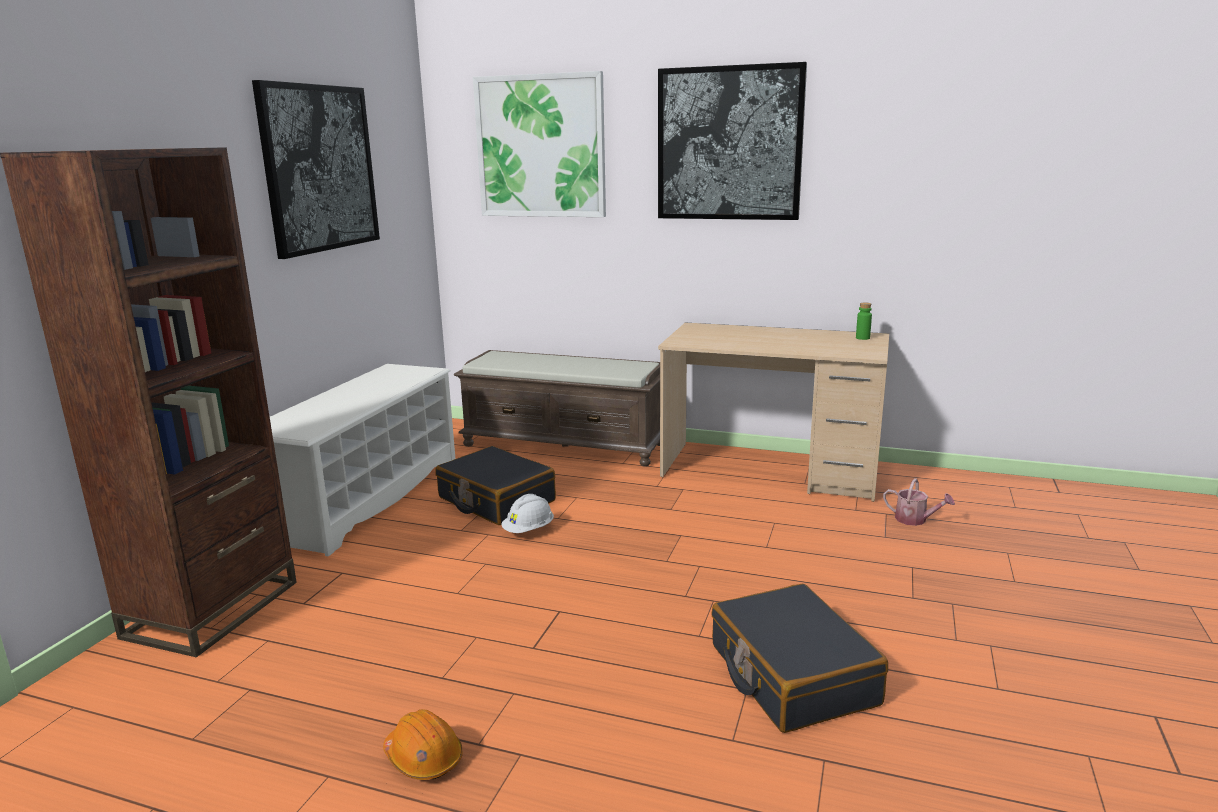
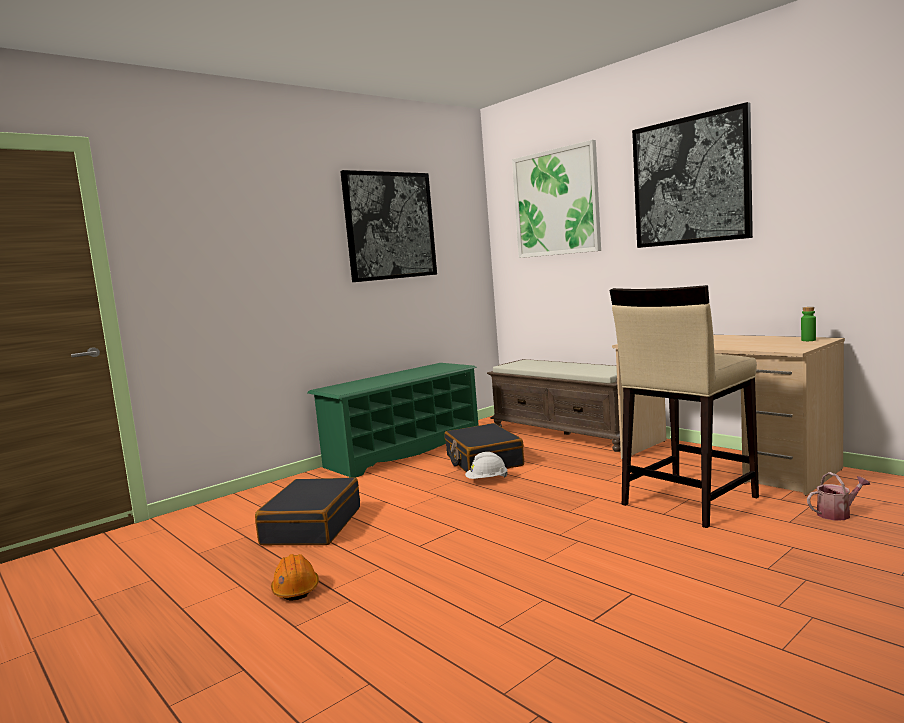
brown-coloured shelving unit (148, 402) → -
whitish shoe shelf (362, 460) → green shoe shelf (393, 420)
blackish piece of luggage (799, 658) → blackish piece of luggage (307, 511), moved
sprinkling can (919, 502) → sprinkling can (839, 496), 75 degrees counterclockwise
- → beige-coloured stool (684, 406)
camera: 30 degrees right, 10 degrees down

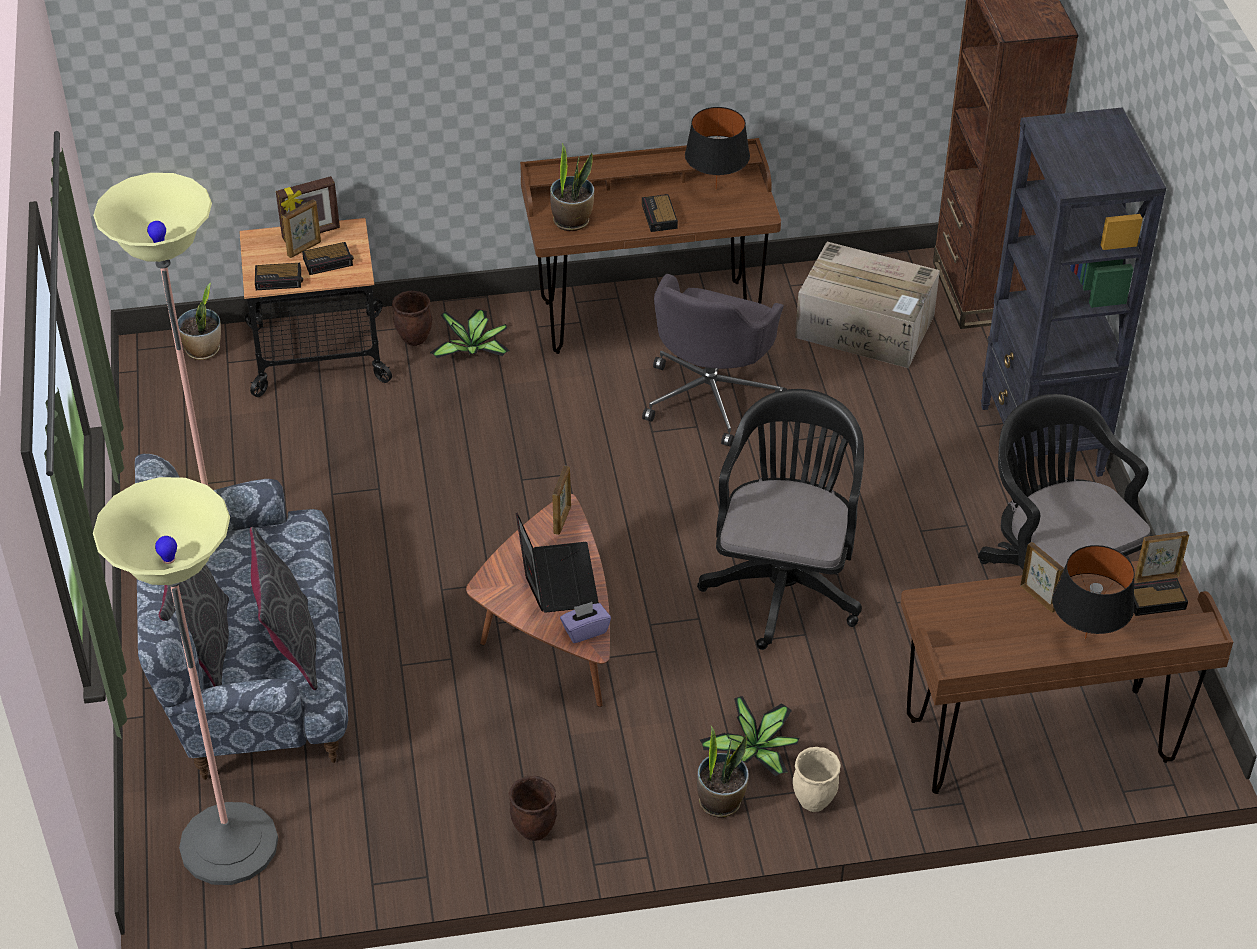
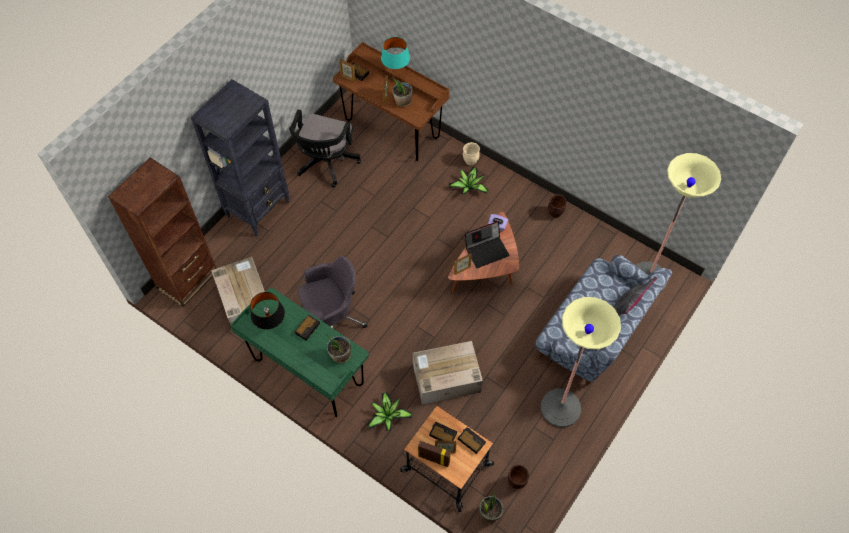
greyish pillow (283, 608) → -
brown-coloured planter (412, 318) → brown-coloured planter (518, 477), moved
notebook computer (557, 563) → notebook computer (487, 244), 150 degrees counterclockwise
brown-coloured desk unit (650, 246) → green desk unit (299, 352)
blackish desk chair (780, 519) → -
plant in a pot (723, 771) → plant in a pot (402, 91), moved
blackish lamp for a table (1093, 592) → turquoise lamp for a table (395, 53)
- → packing box (448, 373)
camera: 135 degrees left, 15 degrees up

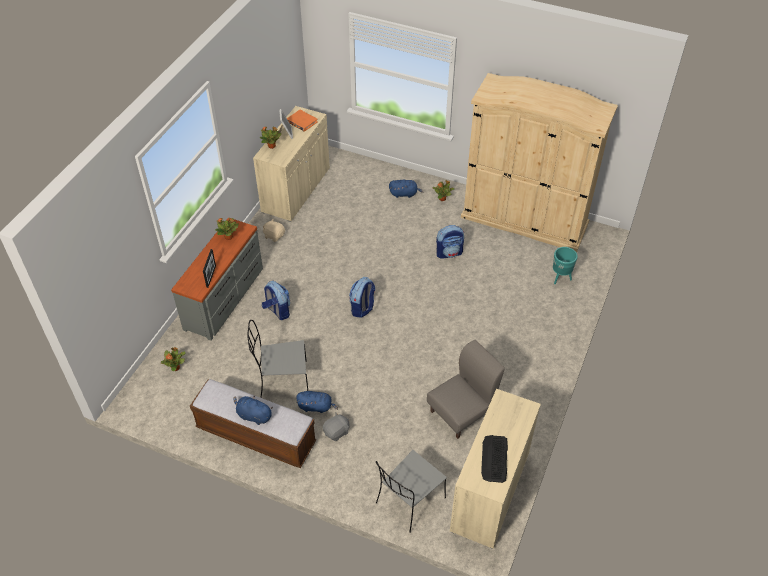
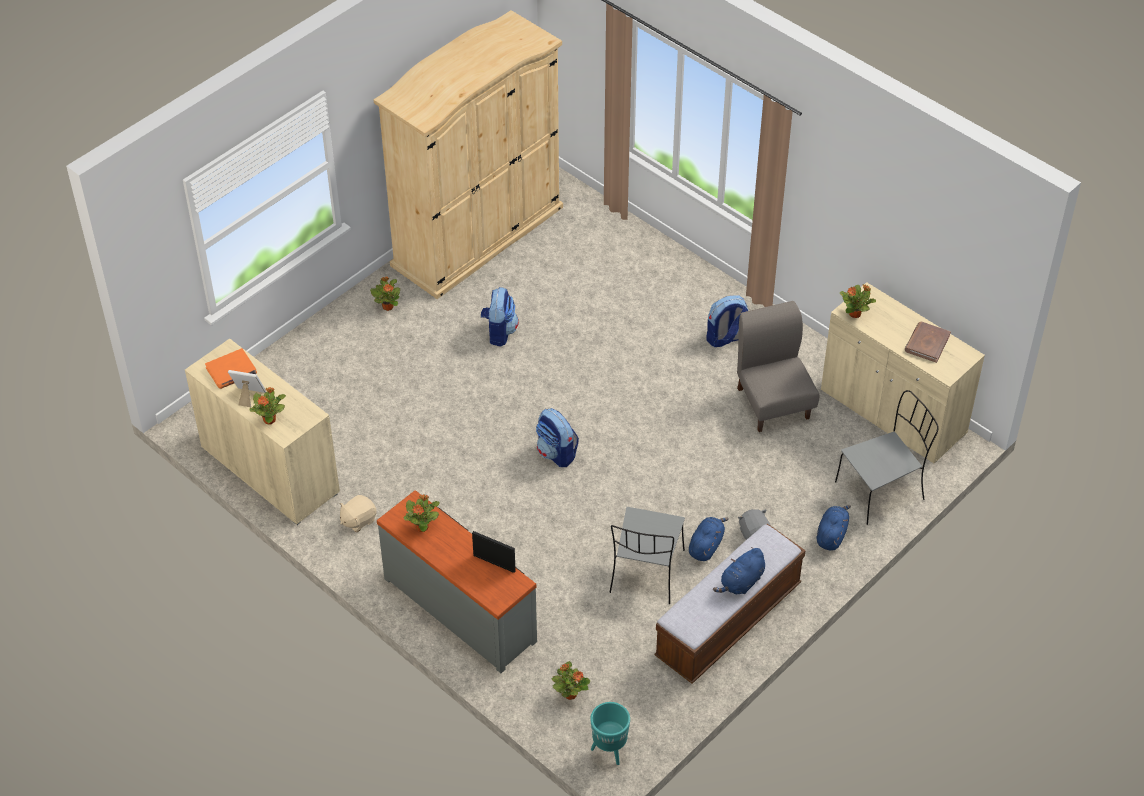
knapsack (276, 300) → knapsack (727, 321), moved
greyish chair (411, 491) → greyish chair (887, 457), 90 degrees counterclockwise
blue soft toy (406, 188) → blue soft toy (833, 528), moved
PC keyboard (494, 459) → brown-coloured book (928, 342)
turquoise planter (565, 265) → turquoise planter (610, 733), moved
- → plant in a pot (857, 301)
camera: 70 degrees left, 0 degrees up

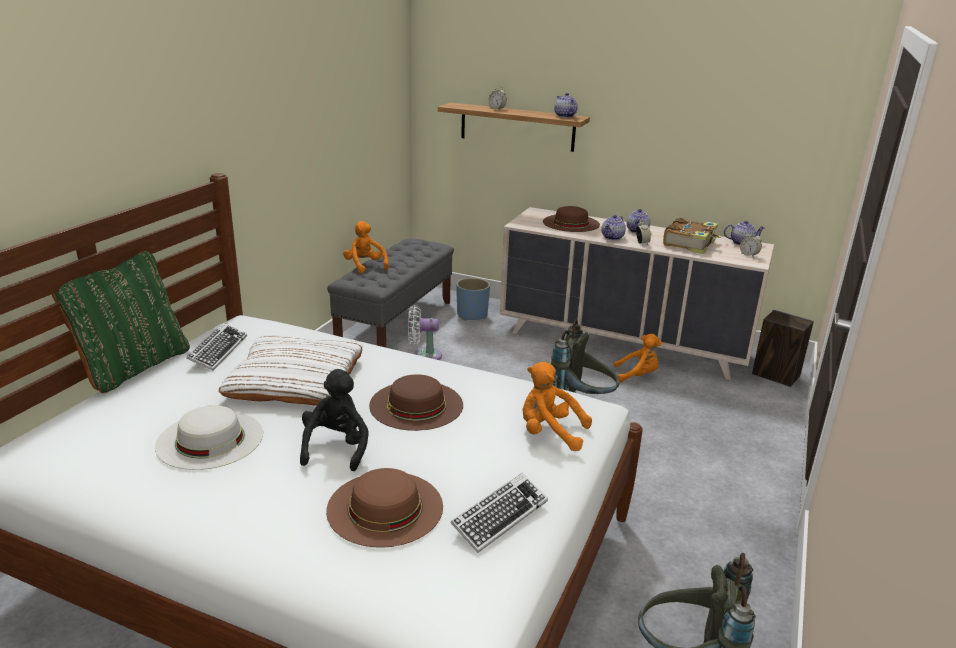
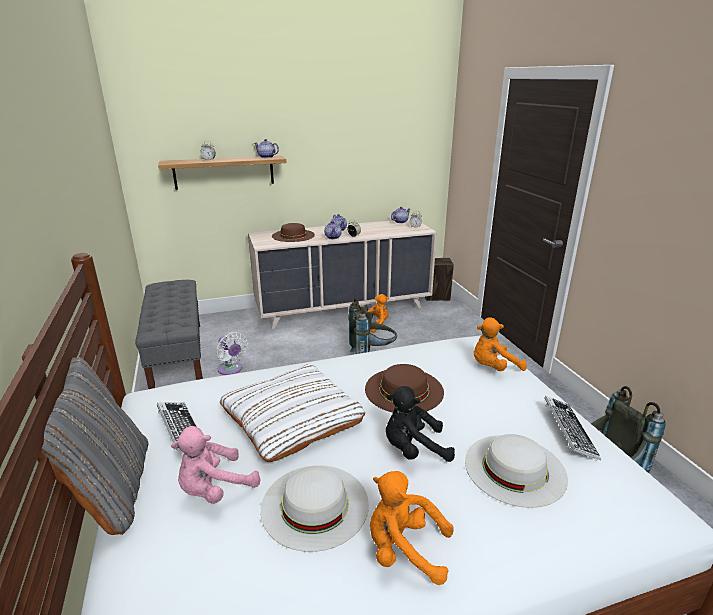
green pillow (121, 322) → greyish pillow (92, 446)
blackish soft toy (334, 420) → blackish soft toy (420, 424), 60 degrees counterclockwise
brown-coloured hat (384, 508) → whitish hat (516, 471)
orange soft toy (366, 247) → orange soft toy (412, 528), moved
whitish cooling fan (425, 332) → whitish cooling fan (232, 353), 90 degrees counterclockwise
blue planter (473, 299) → -
book (692, 236) → -
- → pink-coloured soft toy (215, 465)
camera: 40 degrees left, 0 degrees up

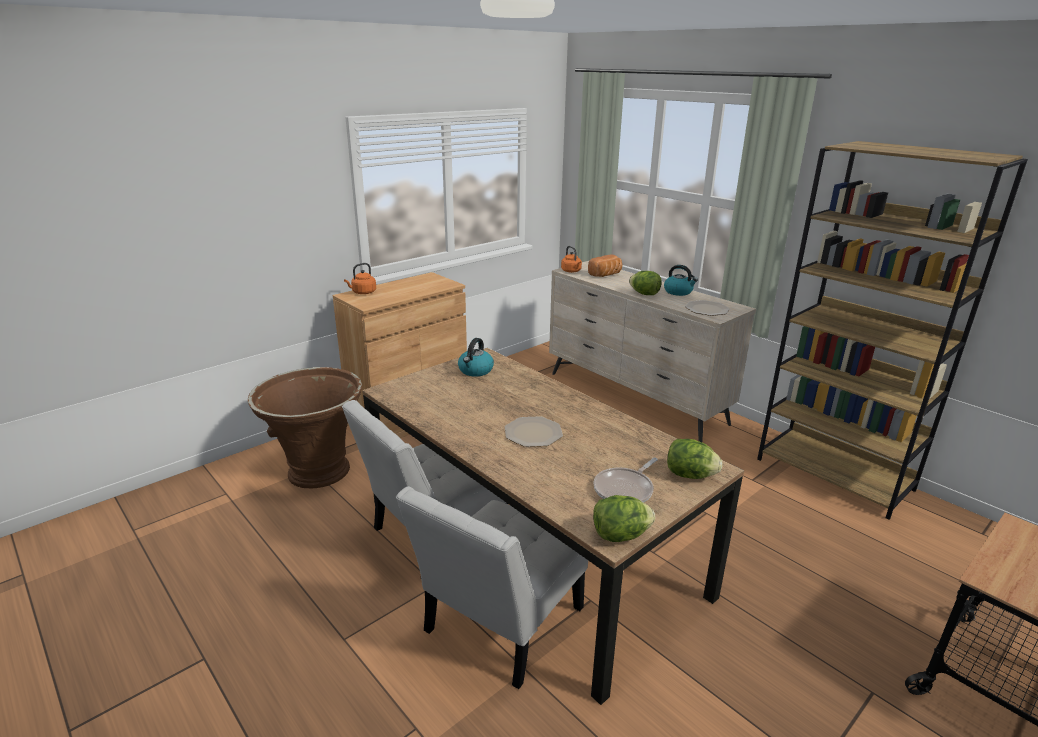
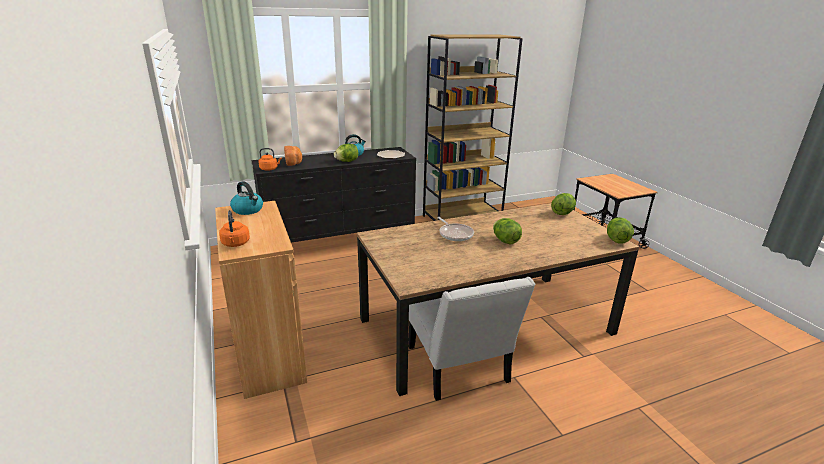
brown-coloured planter (305, 427) → -
whitish chair (492, 587) → -
water kettle (476, 357) → water kettle (246, 198), moved
plate (534, 431) → head of lettuce (507, 231)
beige-coloured dresser (652, 351) → blackish dresser (333, 195)
skillet (626, 480) → skillet (455, 229), moved
camera: 70 degrees left, 0 degrees up

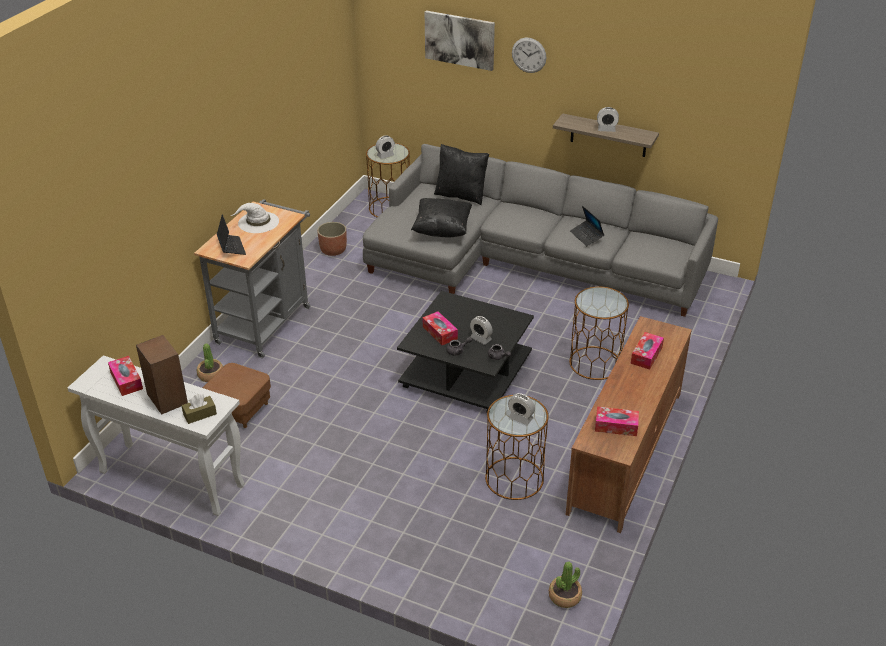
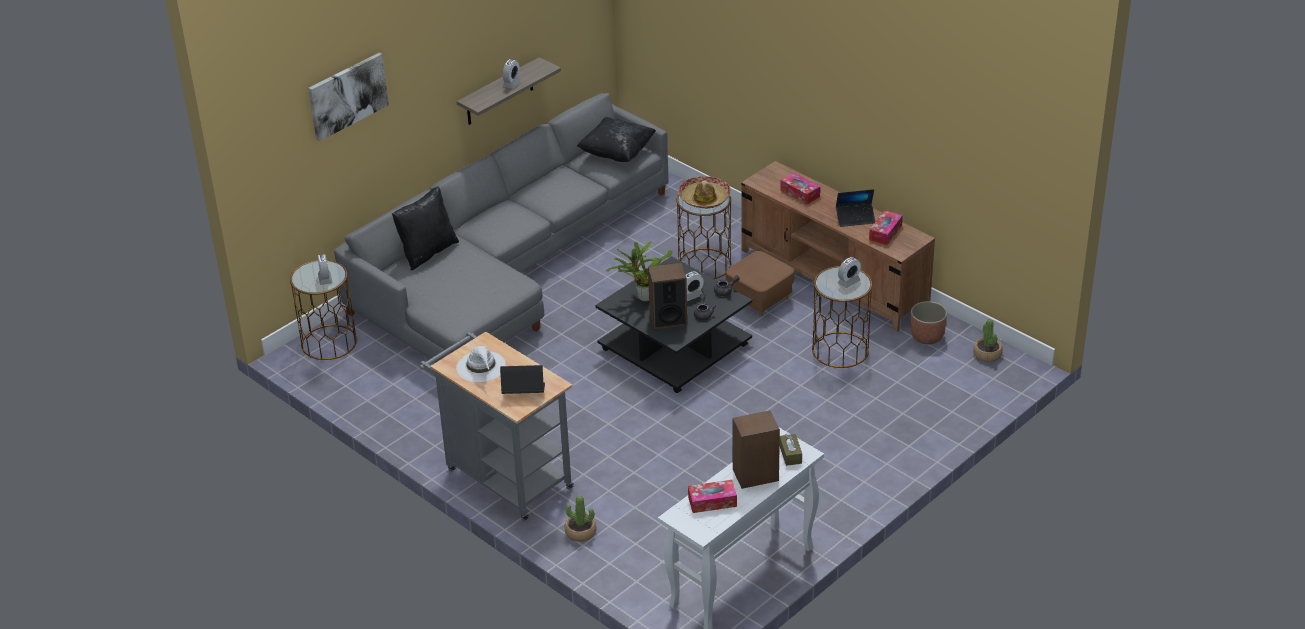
brown-coloured footrest (237, 395) → brown-coloured footrest (760, 283), moved
planter (332, 239) → planter (929, 322), moved
blackish pillow (441, 218) → blackish pillow (616, 139), moved
tissue box (440, 328) → speaker (667, 296)
hanging clock (529, 55) → -
notebook computer (587, 226) → notebook computer (856, 208), moved
- → plant in a pot (639, 272)
- → hat (704, 192)
camera: 70 degrees left, 0 degrees up

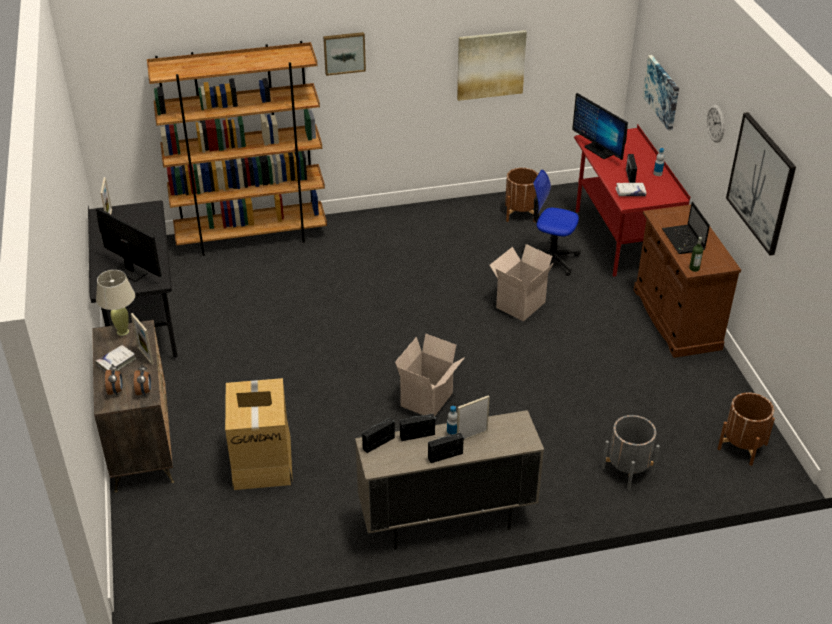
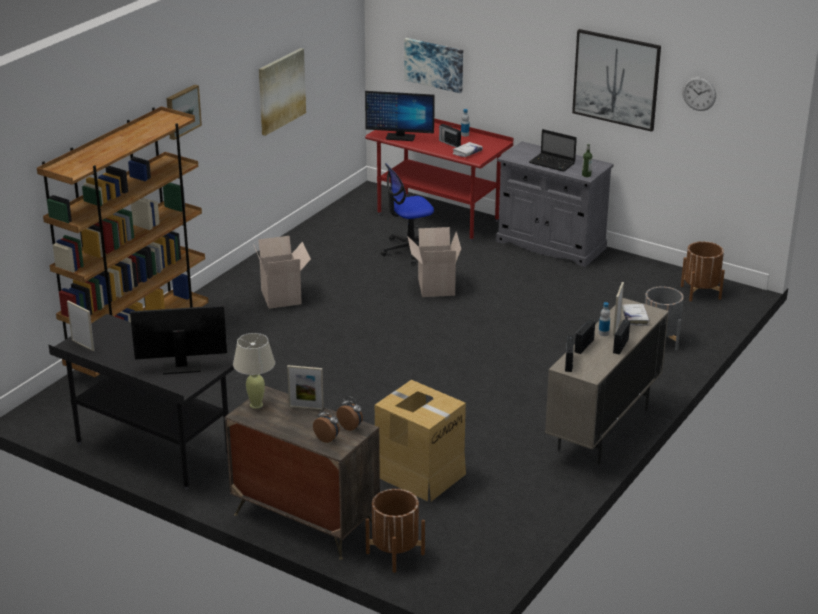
whitish book (116, 358) → whitish book (635, 315), moved
packing box (430, 375) → packing box (282, 272), moved
brown-coloured planter (521, 195) → brown-coloured planter (395, 531), moved
brown-coloured cupboard (687, 281) → greyish cupboard (555, 204)
hanging clock (716, 123) → hanging clock (699, 94), moved
camera: 45 degrees left, 10 degrees down

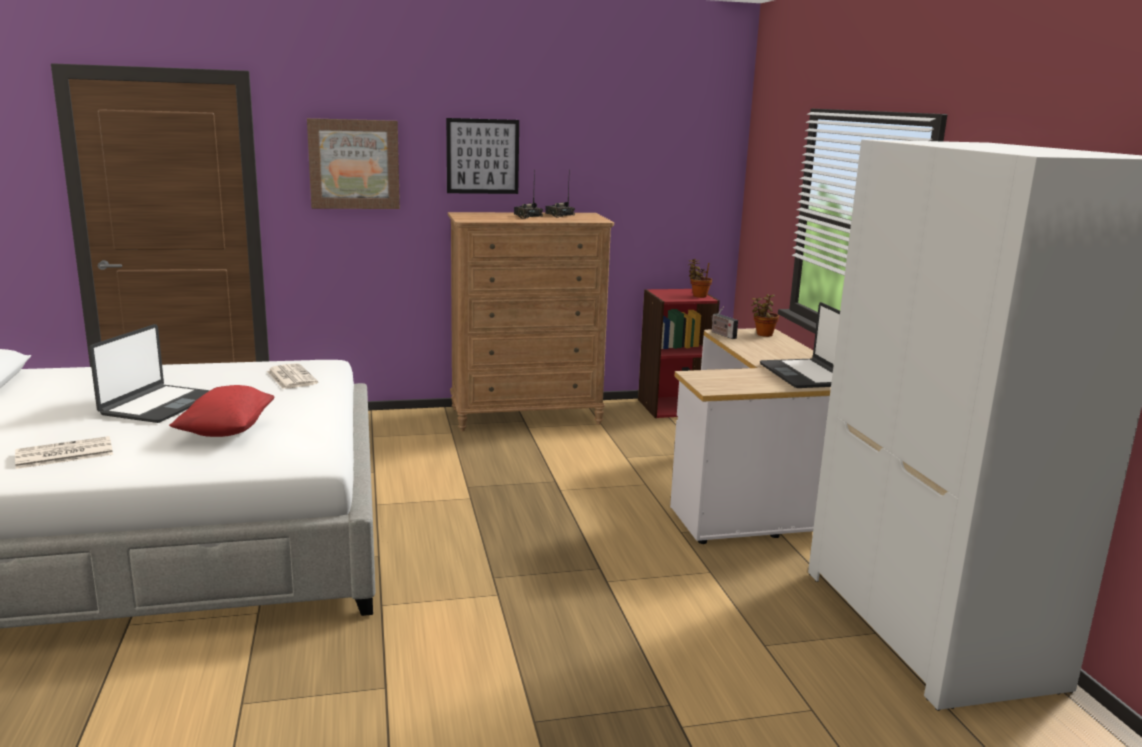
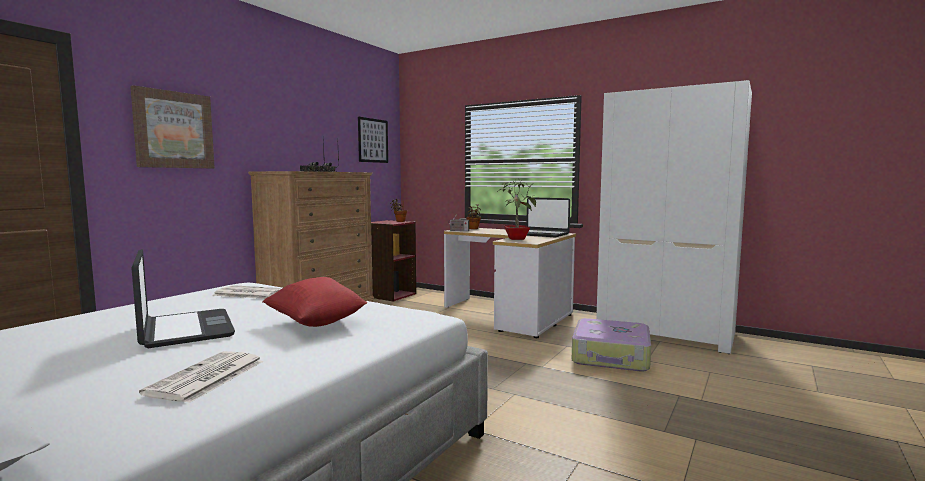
picture (482, 156) → picture (373, 140), moved
- → plant in a pot (517, 209)
- → piece of luggage (611, 345)
camera: 45 degrees left, 10 degrees down

